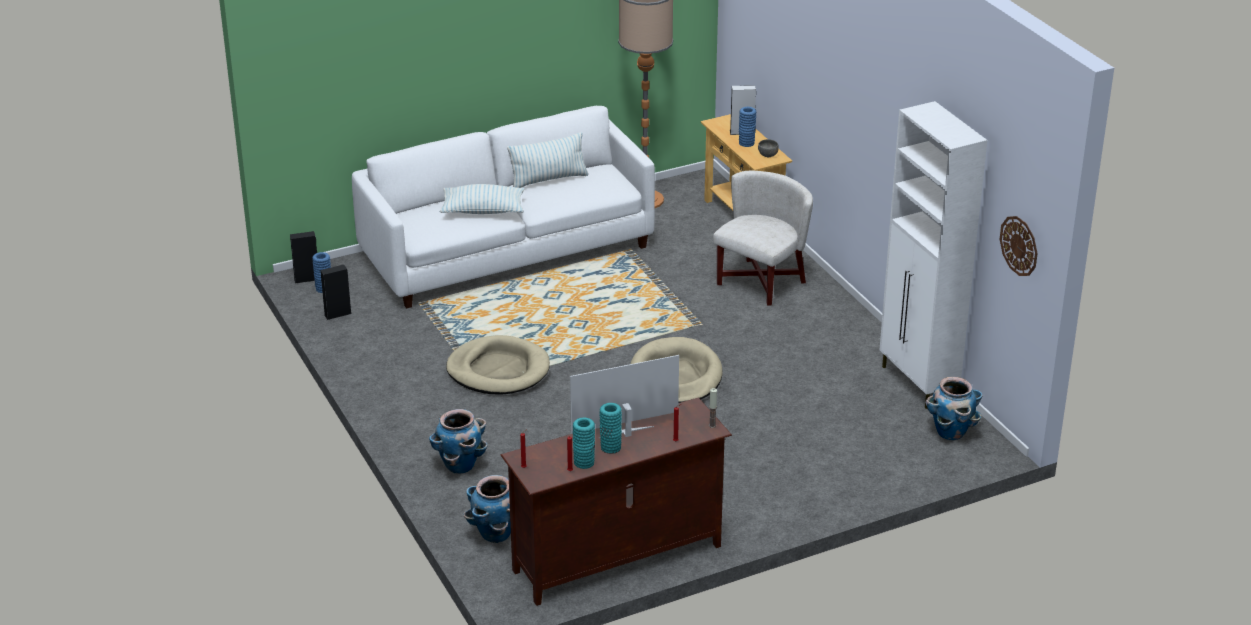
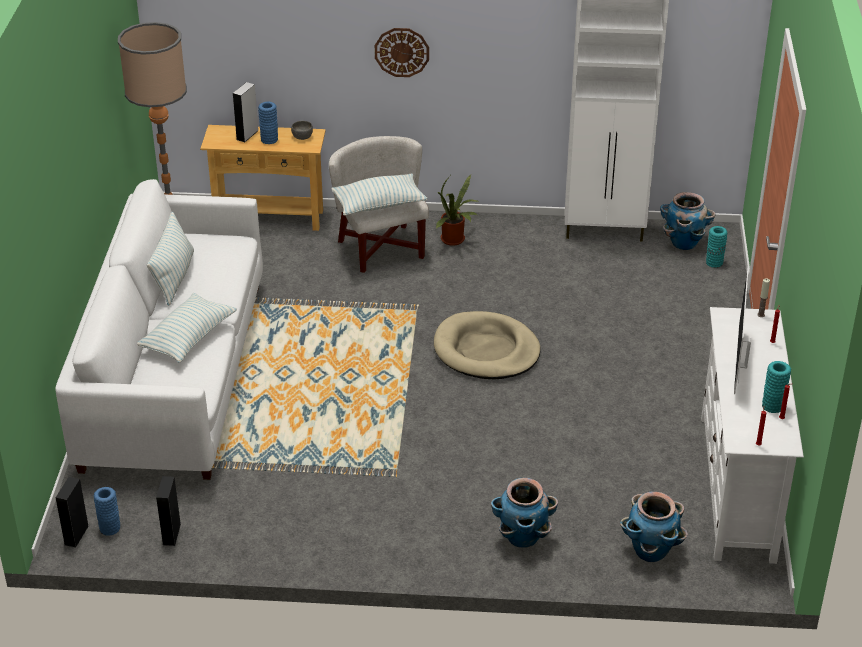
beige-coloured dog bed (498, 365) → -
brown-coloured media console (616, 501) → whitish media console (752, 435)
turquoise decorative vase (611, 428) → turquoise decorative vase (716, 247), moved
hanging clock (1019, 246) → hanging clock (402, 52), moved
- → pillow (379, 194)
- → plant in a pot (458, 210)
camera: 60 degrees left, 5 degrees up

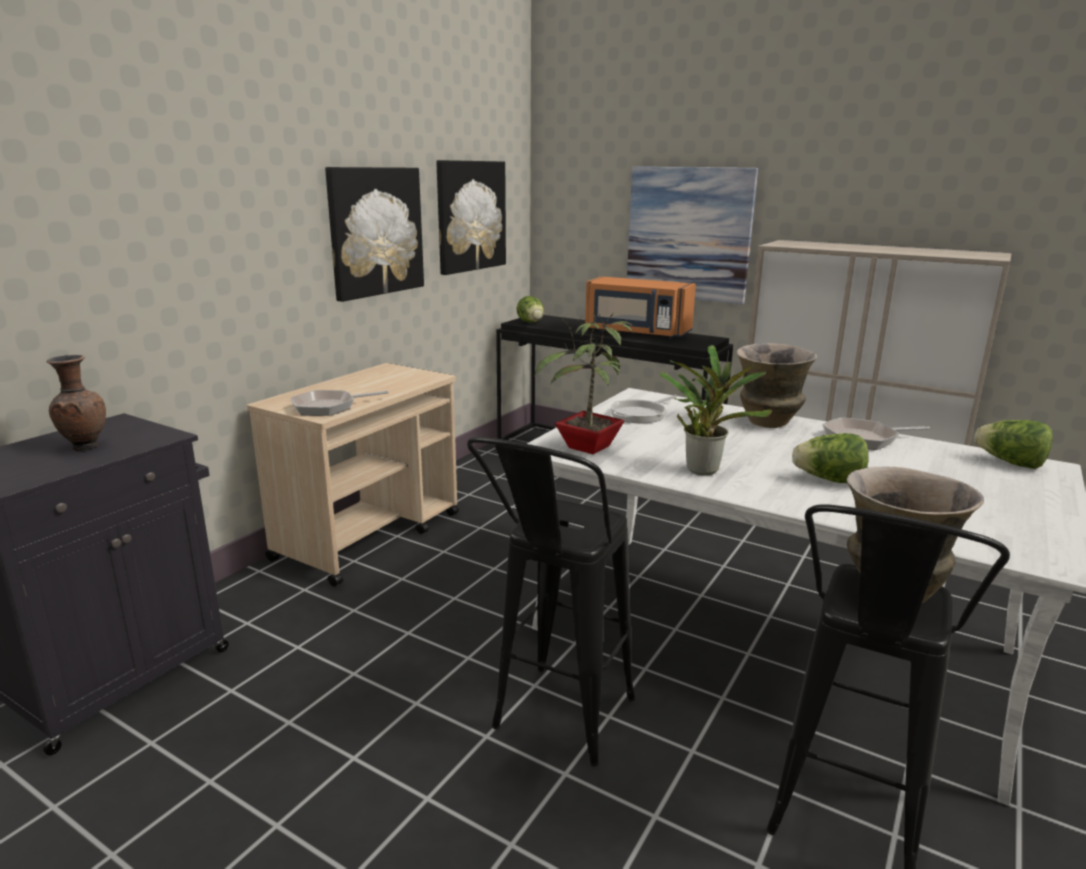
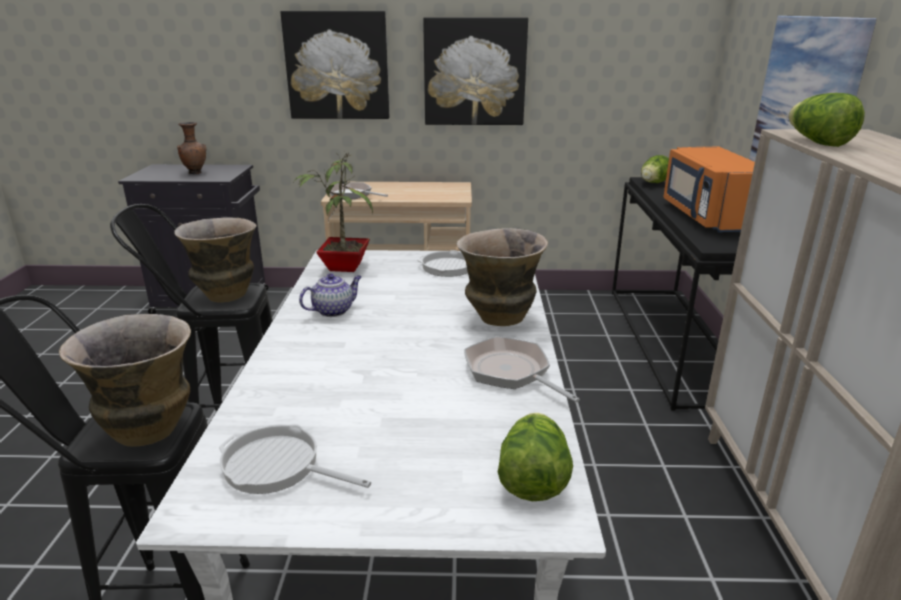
picture (471, 217) → picture (334, 65), moved
plant in a pot (716, 410) → tea pot (330, 295)
head of lettuce (830, 458) → head of lettuce (827, 120), moved
- → decorative vase (215, 260)
- → skillet (295, 459)
camera: 60 degrees right, 5 degrees up

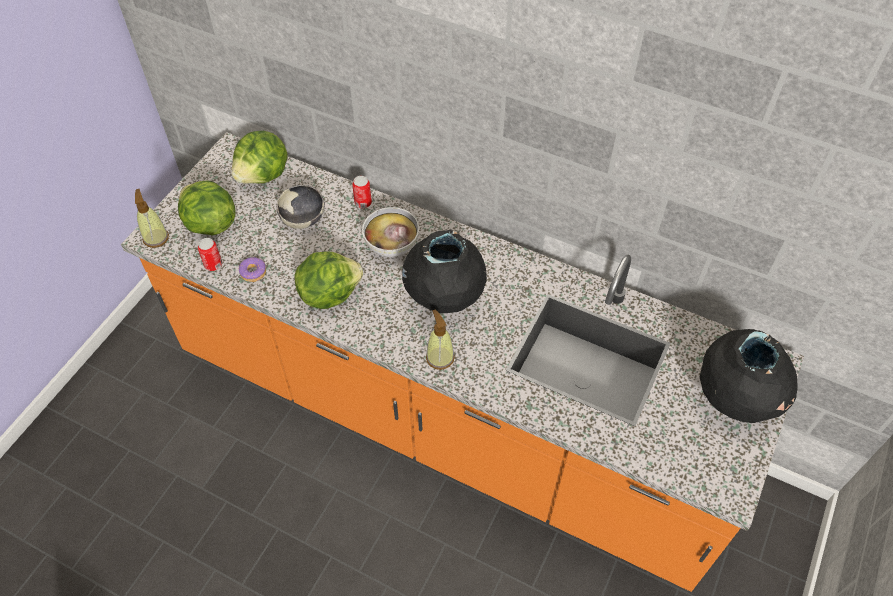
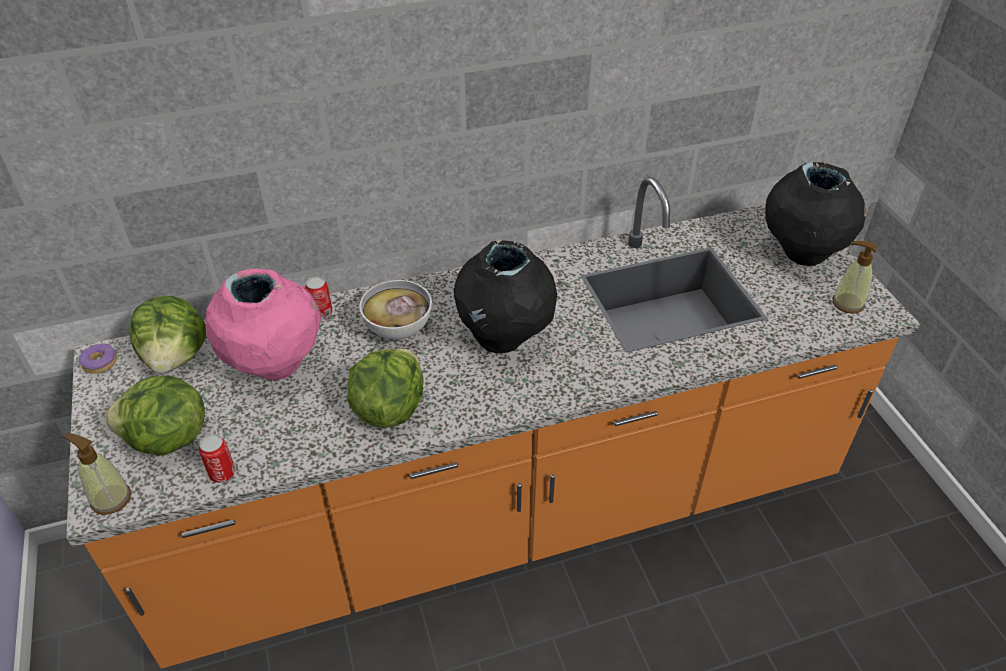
ring doughnut (252, 269) → ring doughnut (98, 358), moved
deep dish (301, 207) → pink-coloured decorative vase (263, 324)
liquid soap bottle (440, 339) → liquid soap bottle (854, 277), moved
camera: 45 degrees left, 10 degrees down

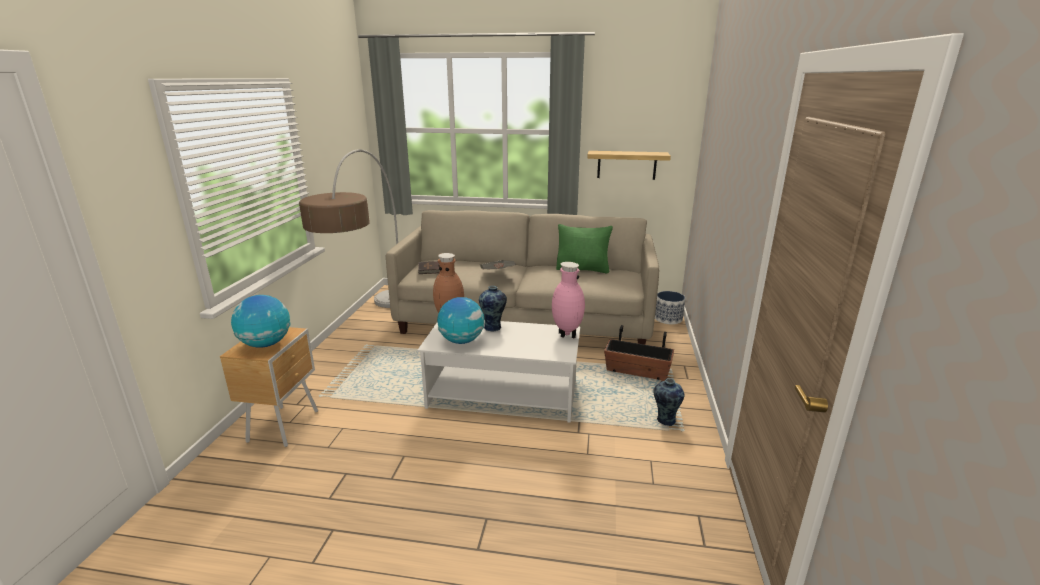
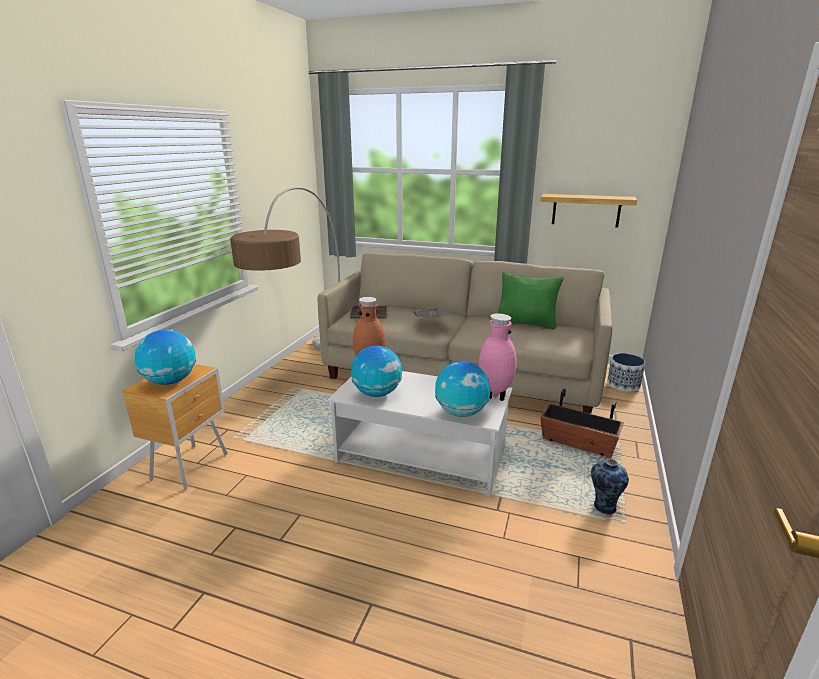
decorative vase (493, 308) → -
- → world globe (462, 389)
camera: 10 degrees right, 0 degrees up

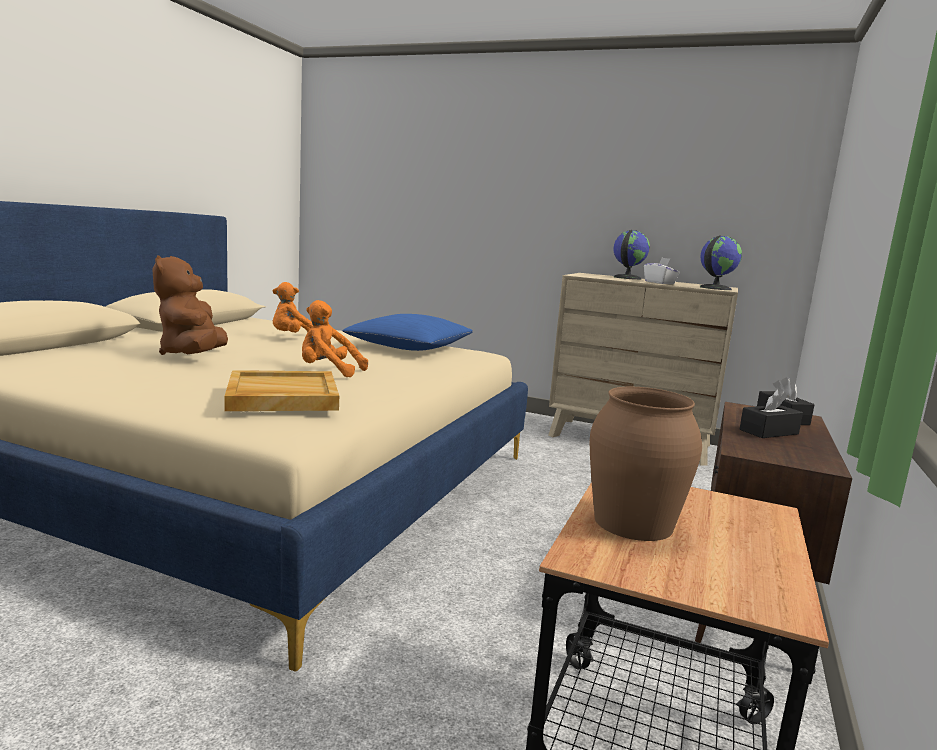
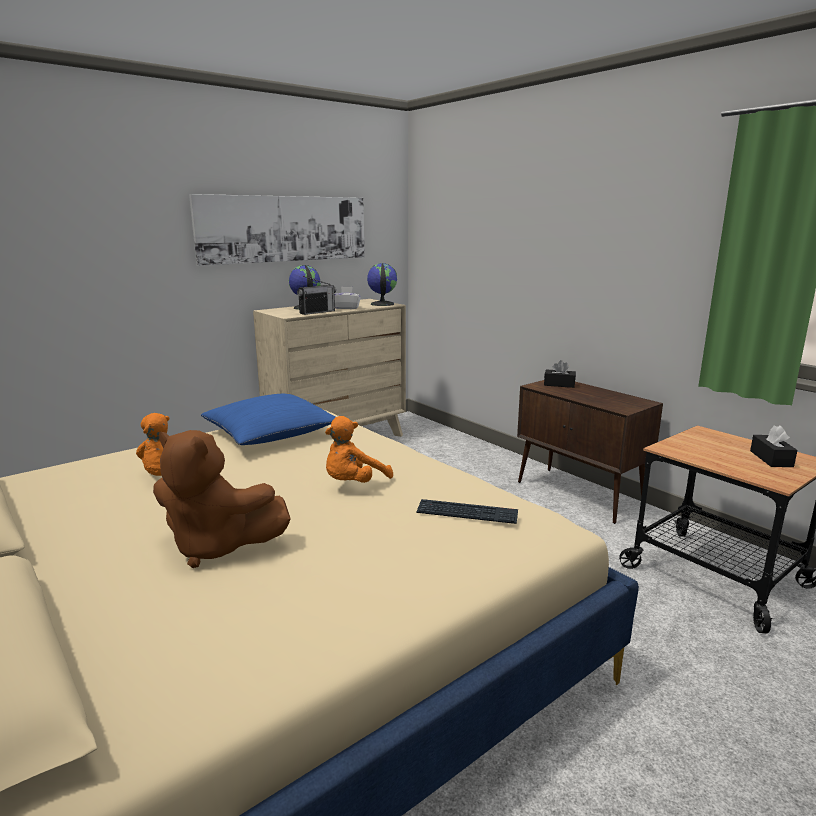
beige-coloured carrying tray (281, 390) → PC keyboard (467, 511)
brown-coloured decorative vase (646, 464) → -
blackish tissue box (771, 413) → blackish tissue box (773, 446), moved
- → picture (277, 230)
- → radio (316, 295)
camera: 60 degrees left, 5 degrees up

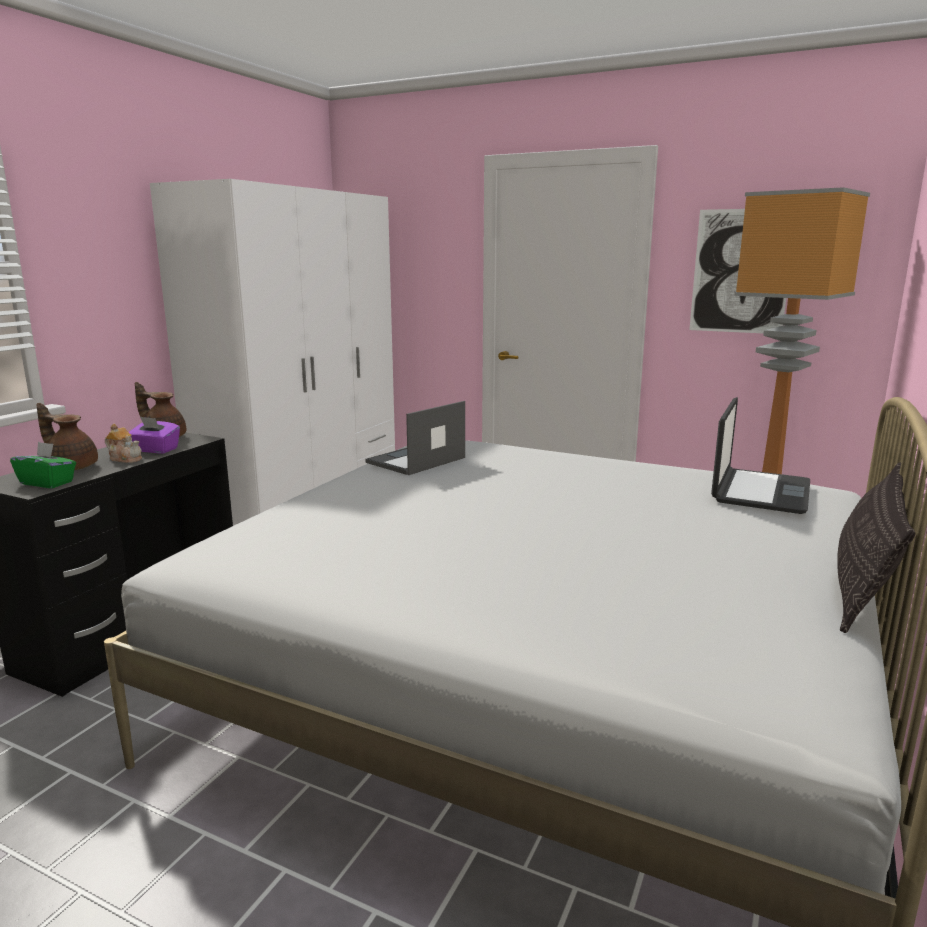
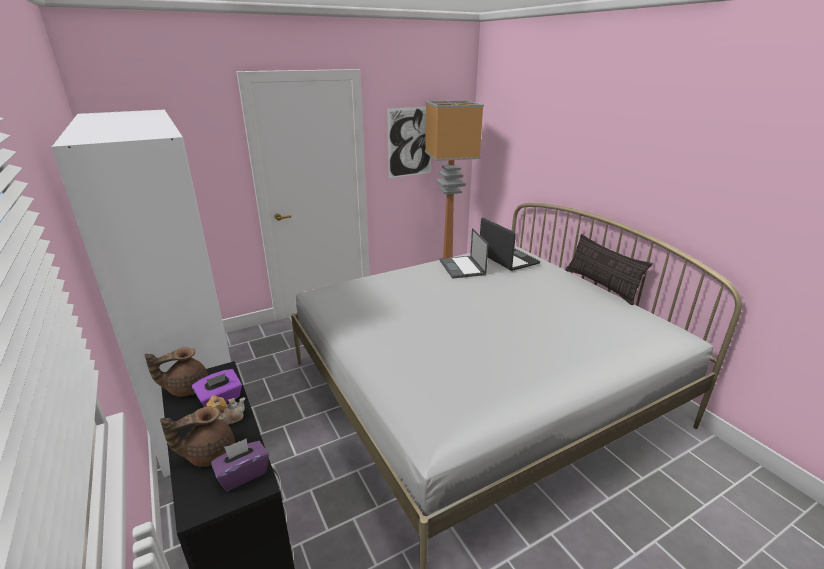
green tissue box (43, 465) → purple tissue box (240, 464)
notebook computer (415, 438) → notebook computer (464, 253), moved
camera: 55 degrees left, 10 degrees up

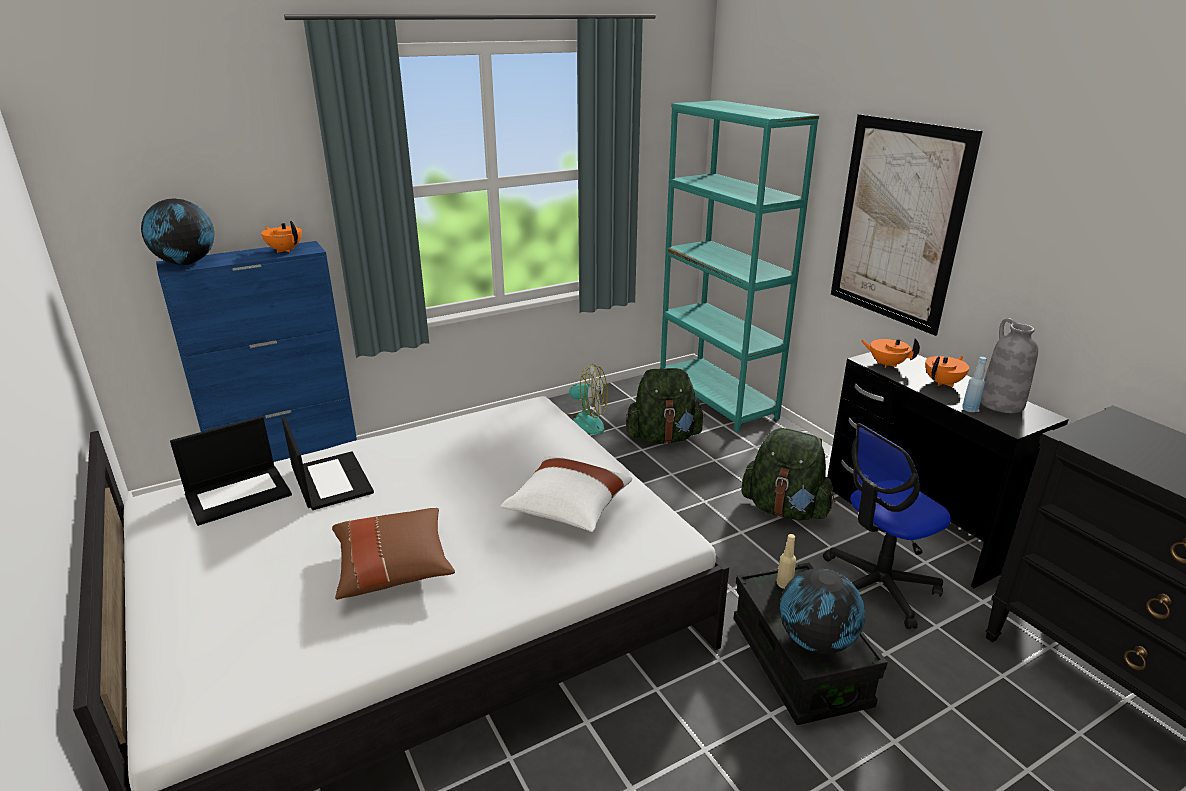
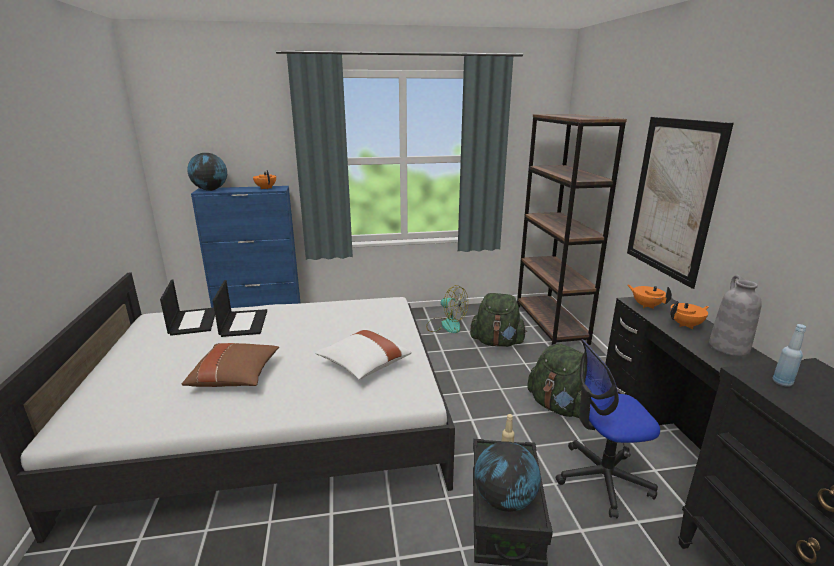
notebook computer (231, 471) → notebook computer (187, 307), 90 degrees counterclockwise
turquoise shelving unit (740, 266) → brown-coloured shelving unit (572, 229)
blue bottle (974, 384) → blue bottle (789, 355), moved
camera: 20 degrees right, 5 degrees down

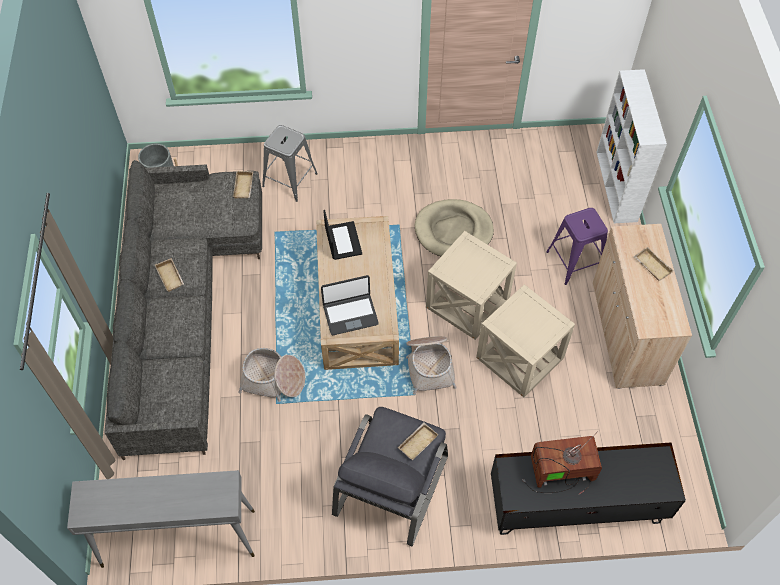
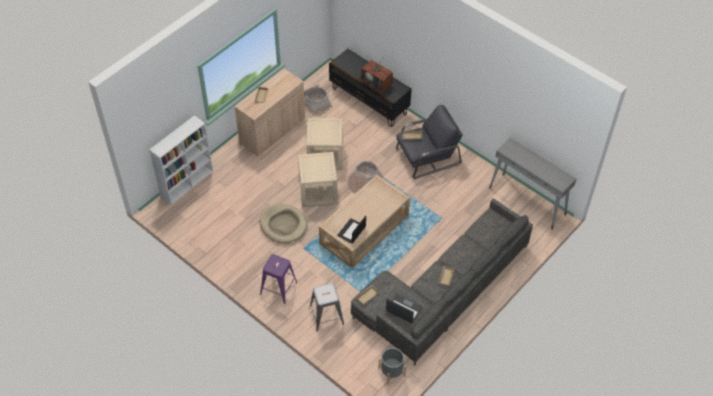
basket (271, 375) → basket (318, 100), moved
notebook computer (350, 305) → notebook computer (404, 308), moved
purple stool (577, 246) → purple stool (279, 279), moved
camera: 135 degrees left, 5 degrees down

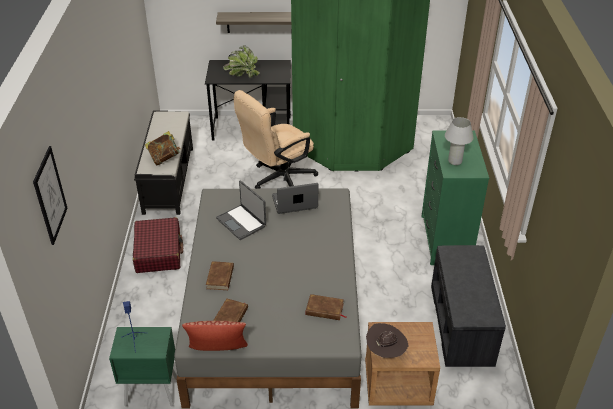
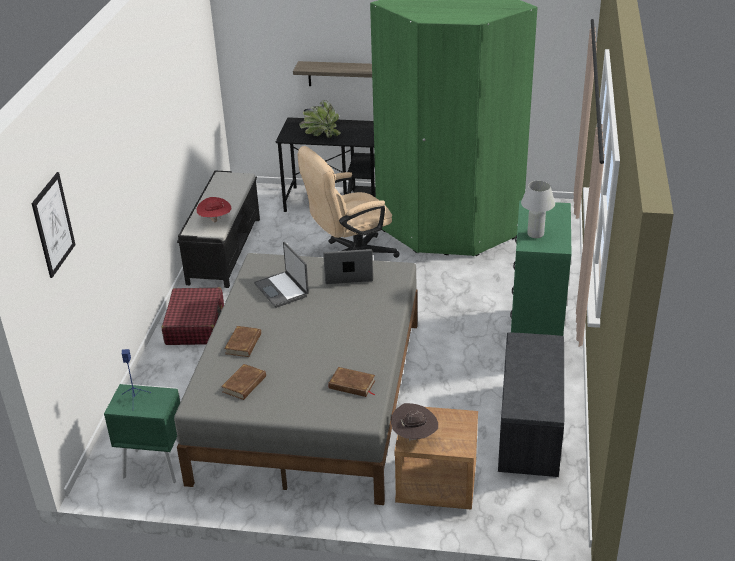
book (162, 148) → red hat (214, 209)
pillow (215, 336) → -
camera: 10 degrees right, 5 degrees down

